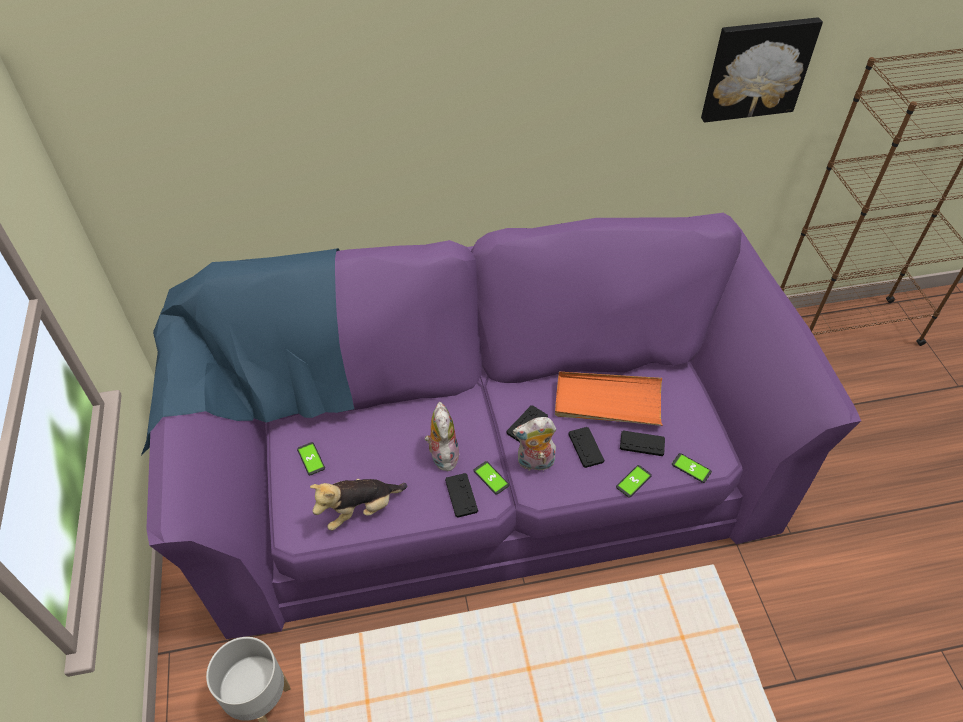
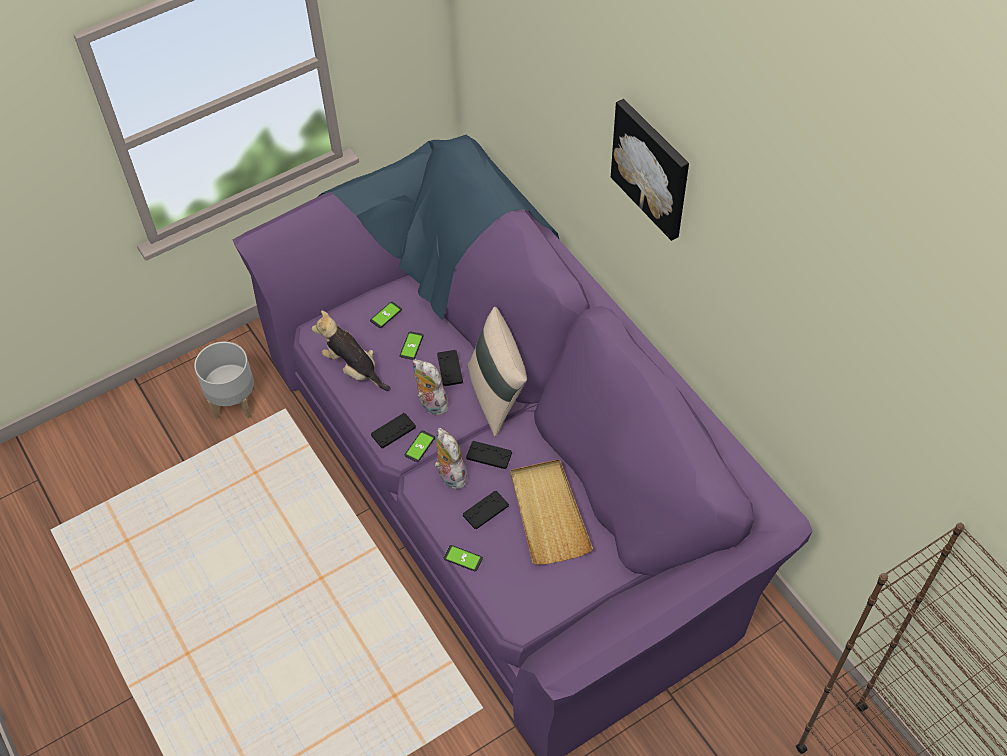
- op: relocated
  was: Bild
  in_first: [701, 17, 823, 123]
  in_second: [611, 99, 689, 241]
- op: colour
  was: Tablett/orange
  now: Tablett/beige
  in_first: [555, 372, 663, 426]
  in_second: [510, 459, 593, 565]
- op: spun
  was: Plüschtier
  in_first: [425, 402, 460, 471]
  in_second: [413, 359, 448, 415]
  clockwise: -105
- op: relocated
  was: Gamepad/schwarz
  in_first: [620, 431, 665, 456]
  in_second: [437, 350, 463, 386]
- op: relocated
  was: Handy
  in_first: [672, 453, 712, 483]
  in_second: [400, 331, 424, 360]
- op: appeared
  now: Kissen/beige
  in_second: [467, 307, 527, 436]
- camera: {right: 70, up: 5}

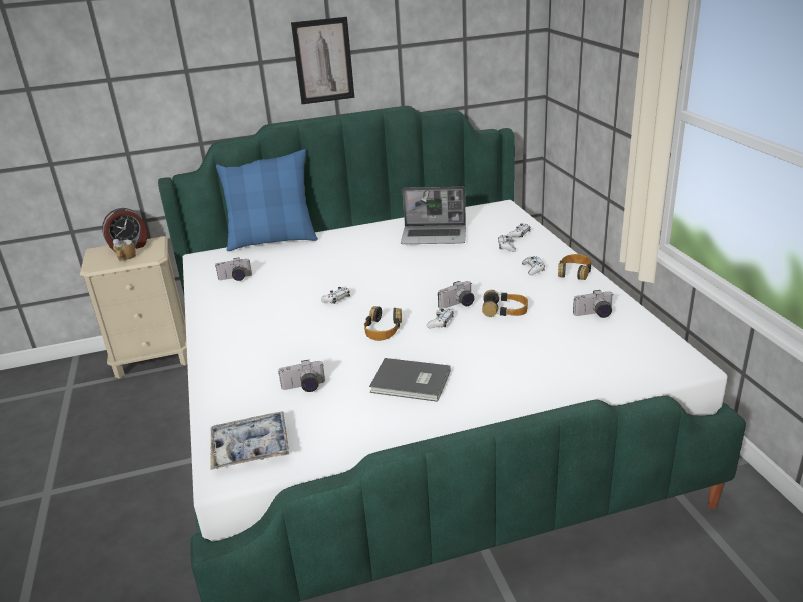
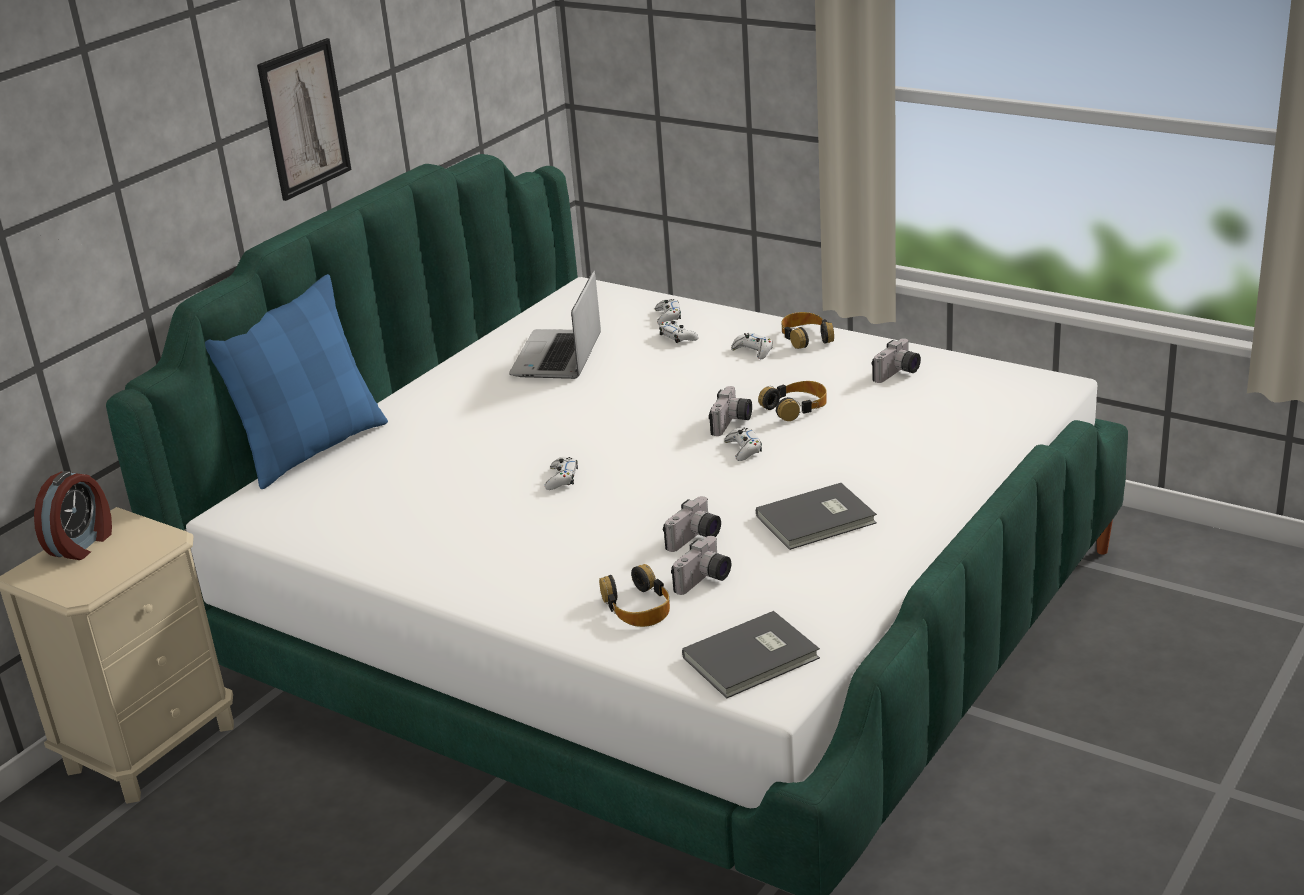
- op: spun
  was: Laptop
  in_first: [401, 186, 466, 244]
  in_second: [509, 270, 601, 379]
  clockwise: 135
- op: missing
  was: Henkelbecher
  in_first: [113, 239, 136, 262]
- op: relocated
  was: Kamera
  in_first: [215, 258, 252, 281]
  in_second: [663, 496, 721, 552]
- op: relocated
  was: Kopfhörer
  in_first: [364, 306, 402, 341]
  in_second: [599, 564, 670, 627]
- op: exchanged
  was: Tablett
  now: Buch/grau
  in_first: [211, 412, 290, 470]
  in_second: [682, 611, 820, 698]
- camera: {right: -40, up: 0}

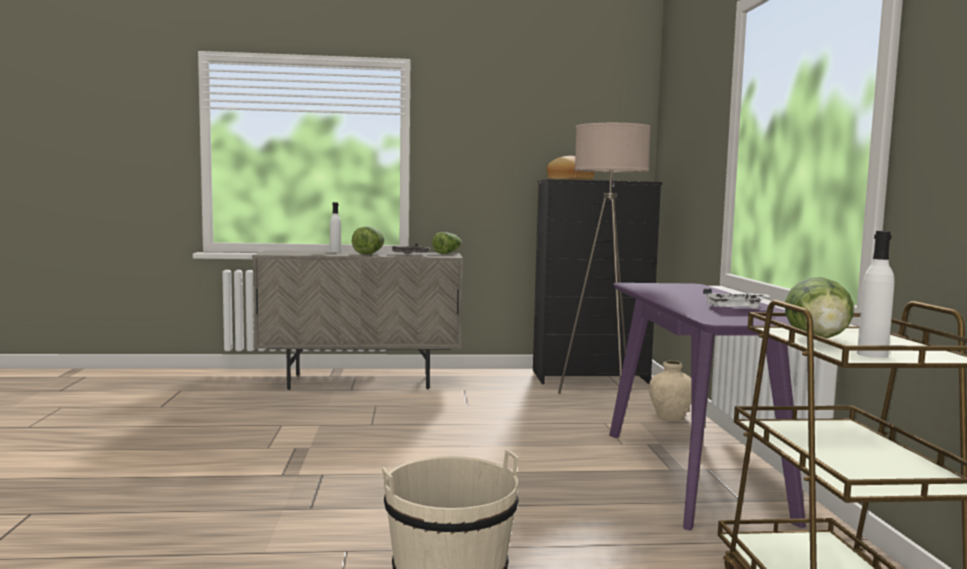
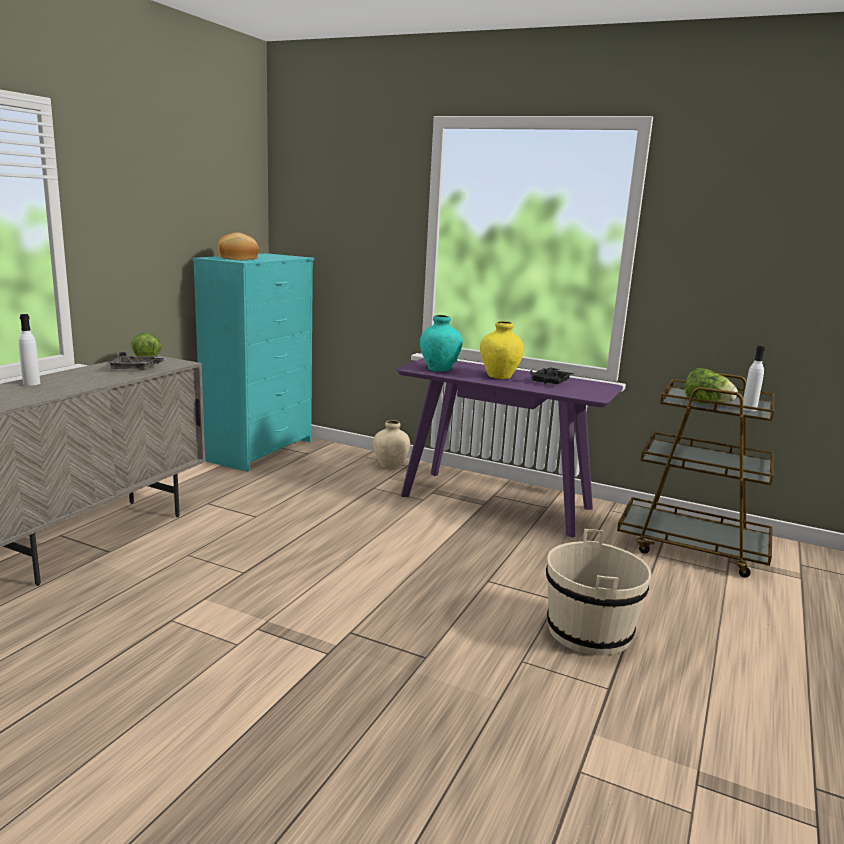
- op: missing
  was: Stehlampe/beige
  in_first: [558, 123, 651, 394]
- op: colour
  was: Kommode/schwarz
  now: Kommode/türkis
  in_first: [533, 179, 662, 384]
  in_second: [193, 253, 314, 472]
- op: missing
  was: Salatkopf
  in_first: [352, 226, 385, 254]
- op: colour
  was: Tablett/weiß
  now: Tablett/schwarz
  in_first: [703, 288, 771, 309]
  in_second: [529, 367, 574, 384]
- op: appeared
  now: Vase/türkis
  in_second: [420, 315, 463, 372]
- op: appeared
  now: Vase/gelb
  in_second: [480, 321, 524, 379]
- camera: {right: -60, up: 10}

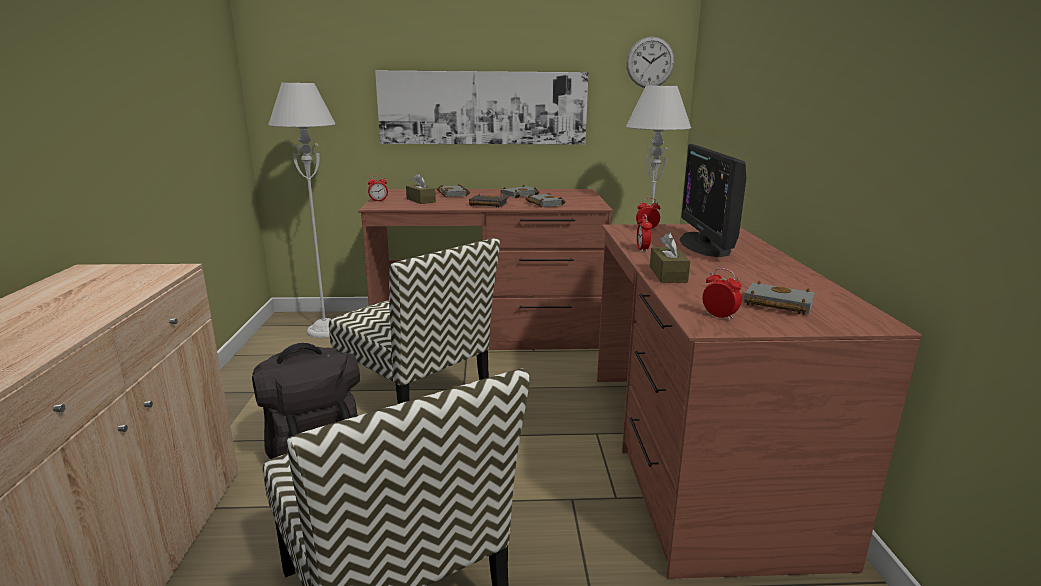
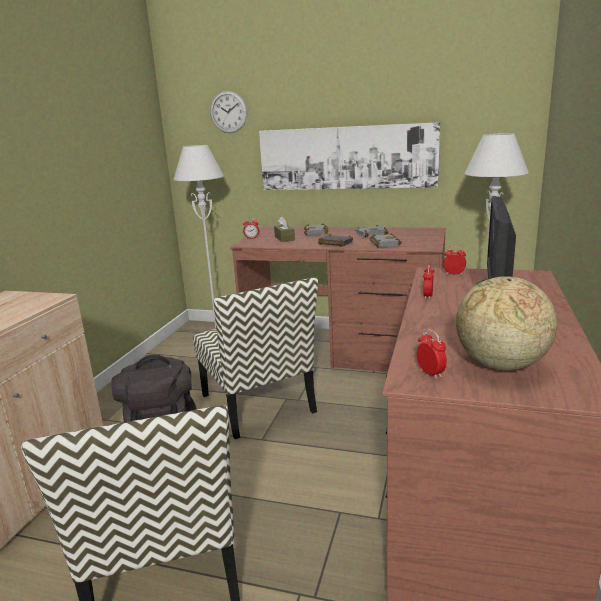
- op: relocated
  was: Wanduhr
  in_first: [626, 36, 674, 88]
  in_second: [210, 91, 247, 133]
- op: missing
  was: Taschentuchbox/braun
  in_first: [650, 232, 690, 282]
- op: exchanged
  was: Buch/grau
  now: Globus
  in_first: [744, 281, 815, 315]
  in_second: [456, 276, 557, 371]
- camera: {right: 20, up: 0}

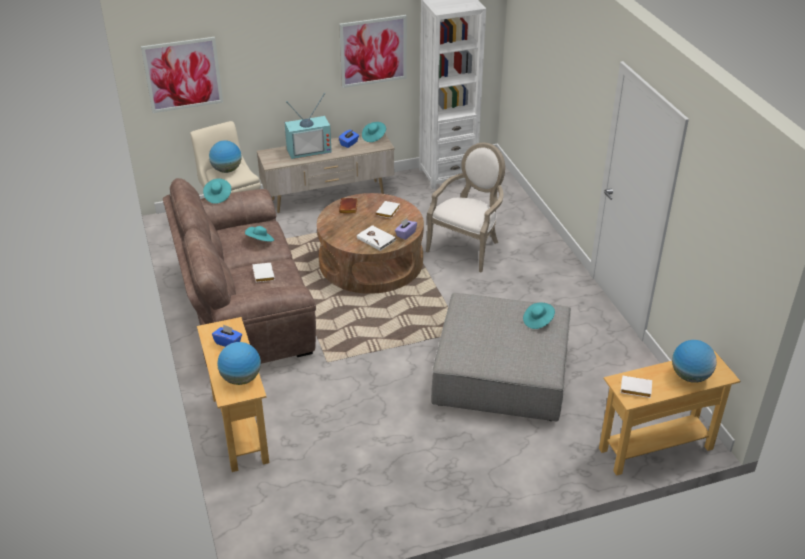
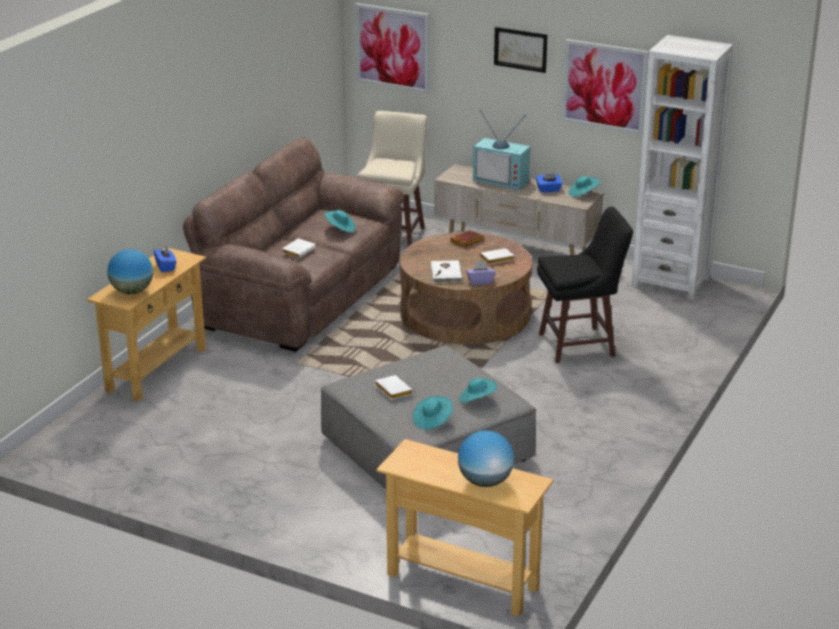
- op: missing
  was: Globus
  in_first: [209, 140, 242, 173]
- op: exchanged
  was: Sessel
  now: Hocker/schwarz
  in_first: [426, 143, 505, 273]
  in_second: [537, 207, 633, 363]
- op: relocated
  was: Hut/türkis
  in_first: [203, 178, 231, 204]
  in_second: [413, 396, 453, 430]
- op: relocated
  was: Buch/weiß
  in_first: [621, 376, 652, 398]
  in_second: [375, 375, 413, 400]
- op: appeared
  now: Bild
  in_second: [494, 27, 547, 73]
- camera: {right: 45, up: -10}

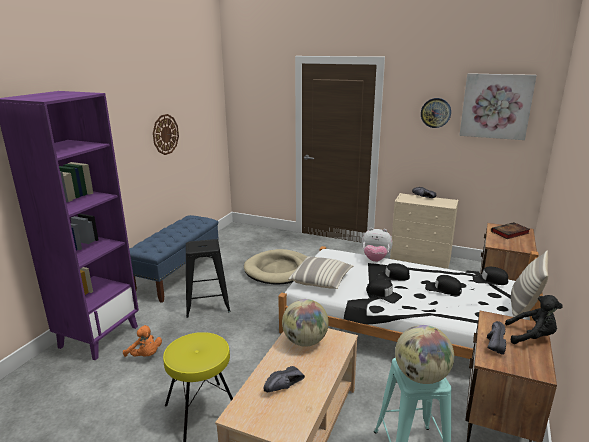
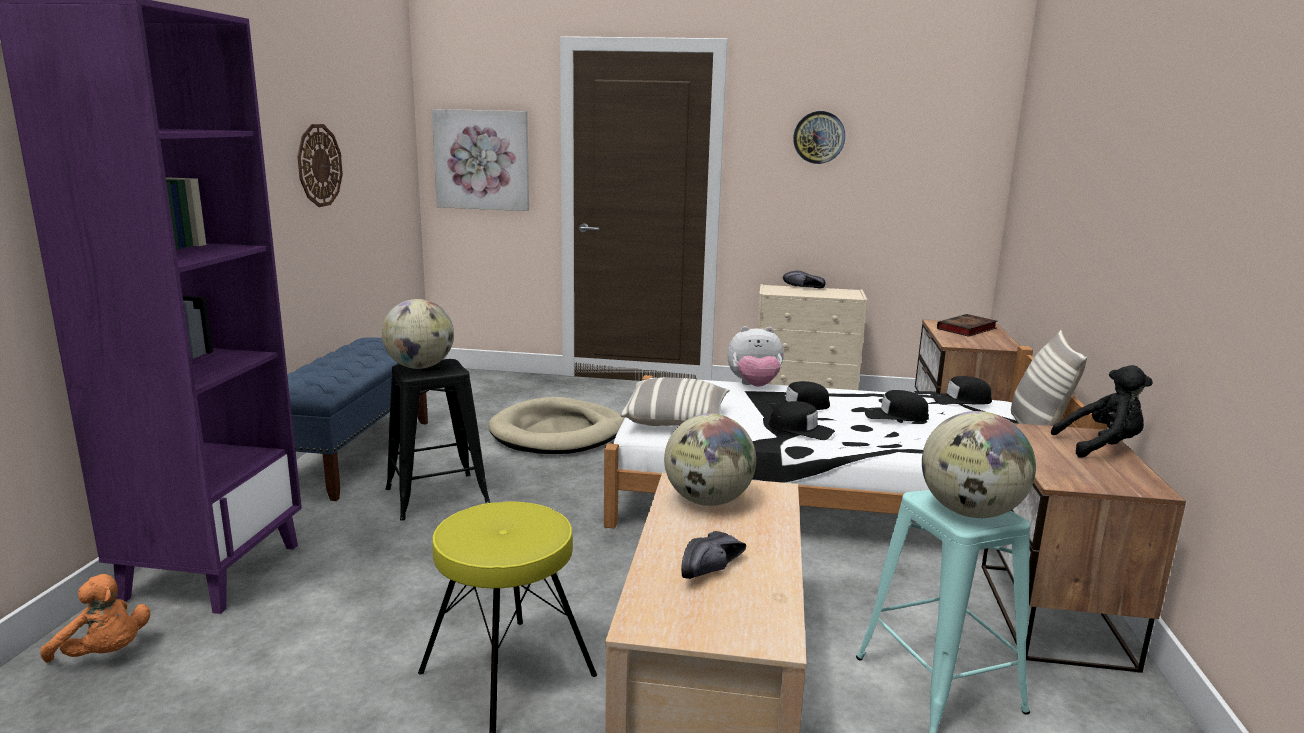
- op: relocated
  was: Bild
  in_first: [459, 73, 537, 140]
  in_second: [432, 109, 529, 211]
- op: missing
  was: Schuh/schwarz
  in_first: [487, 321, 506, 355]
- op: relocated
  was: Plüschtier/orange
  in_first: [123, 325, 162, 357]
  in_second: [40, 574, 150, 663]
- op: appeared
  now: Globus
  in_second: [382, 299, 454, 369]
- camera: {right: -15, up: -5}

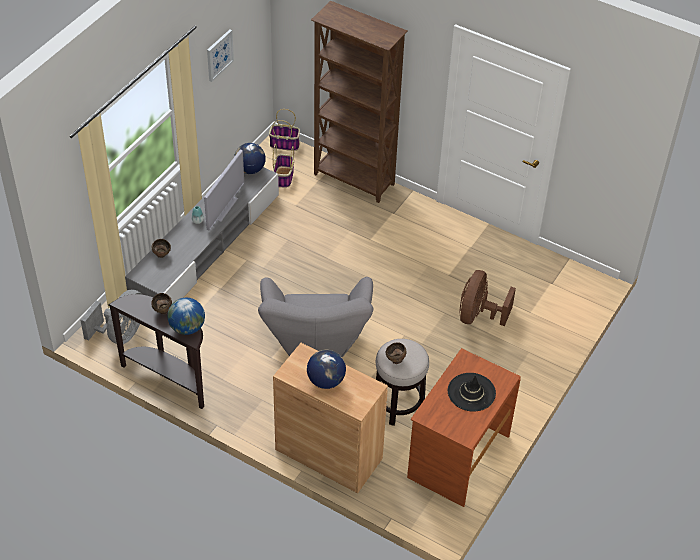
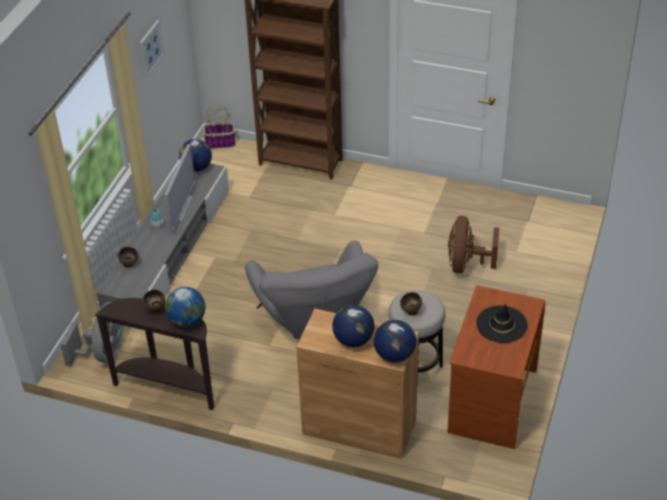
- op: missing
  was: Korb
  in_first: [273, 144, 294, 188]
- op: appeared
  now: Globus
  in_second: [374, 320, 416, 363]
- camera: {right: -10, up: -5}

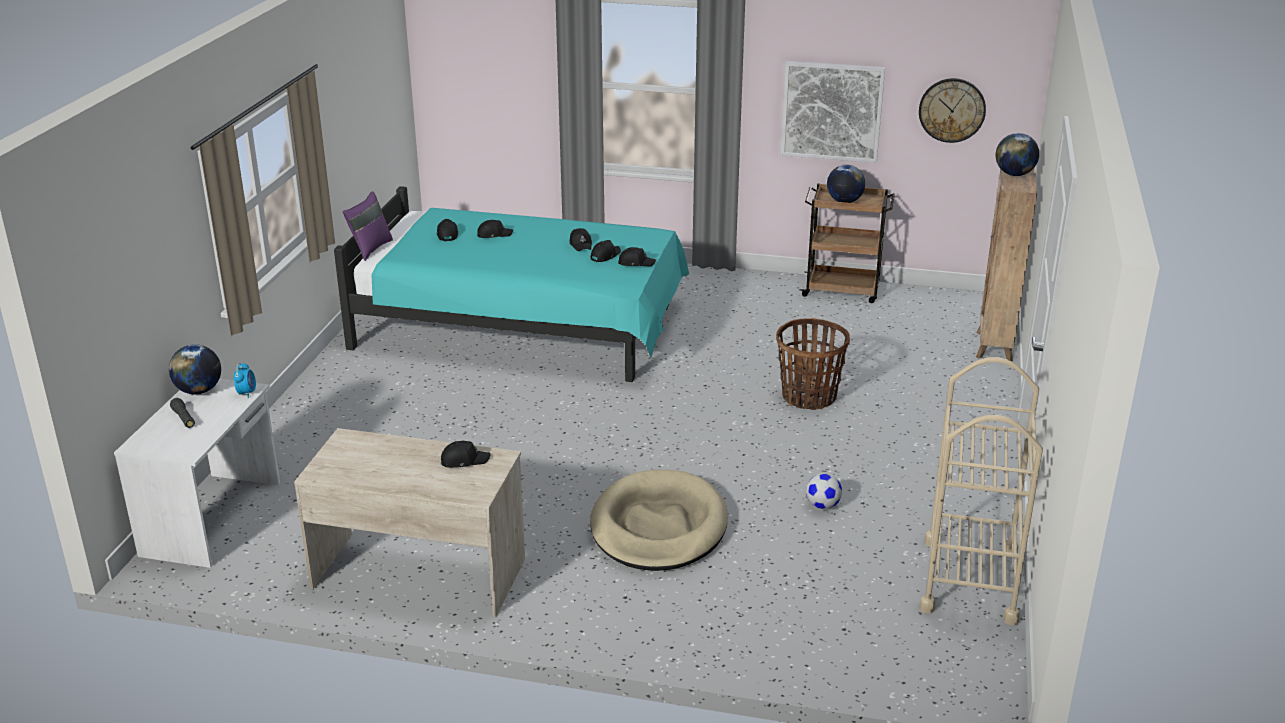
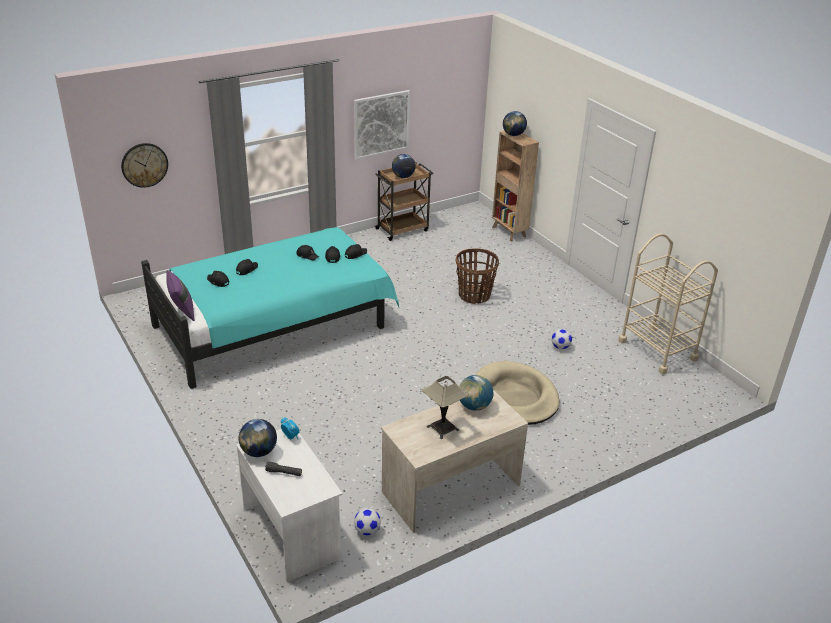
- op: relocated
  was: Wanduhr
  in_first: [919, 78, 986, 143]
  in_second: [121, 143, 168, 188]
- op: exchanged
  was: Kappe/schwarz
  now: Globus
  in_first: [441, 441, 491, 468]
  in_second: [459, 375, 493, 411]
- op: appeared
  now: Tischlampe
  in_second: [422, 376, 468, 439]
- op: appeared
  now: Fußball
  in_second: [354, 508, 381, 535]
- camera: {right: -45, up: 5}

